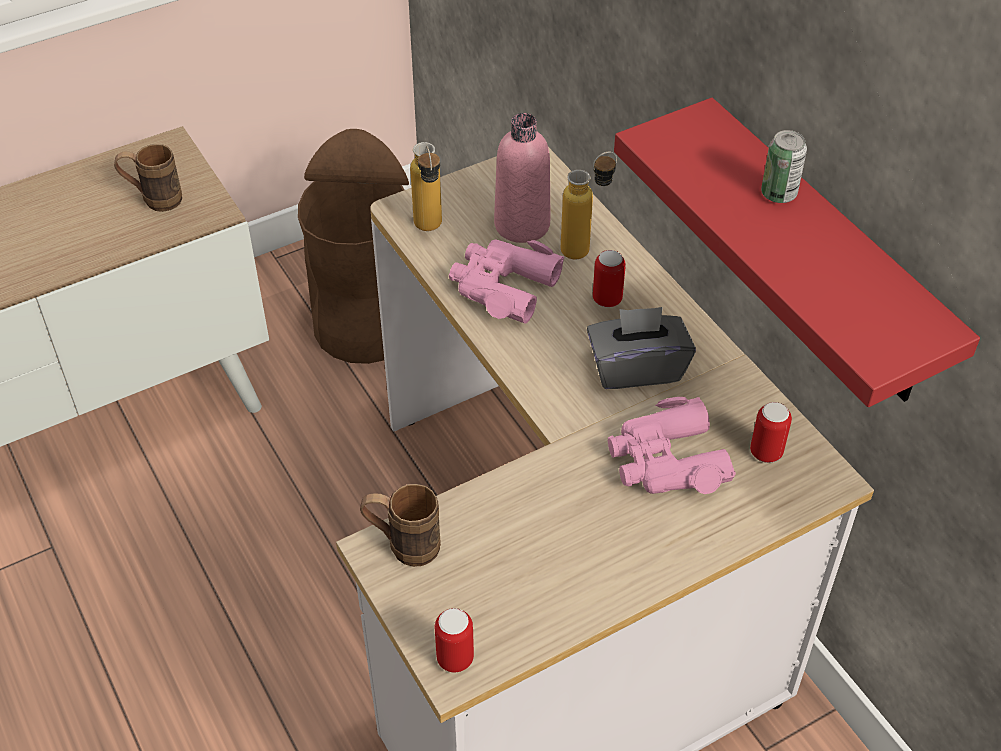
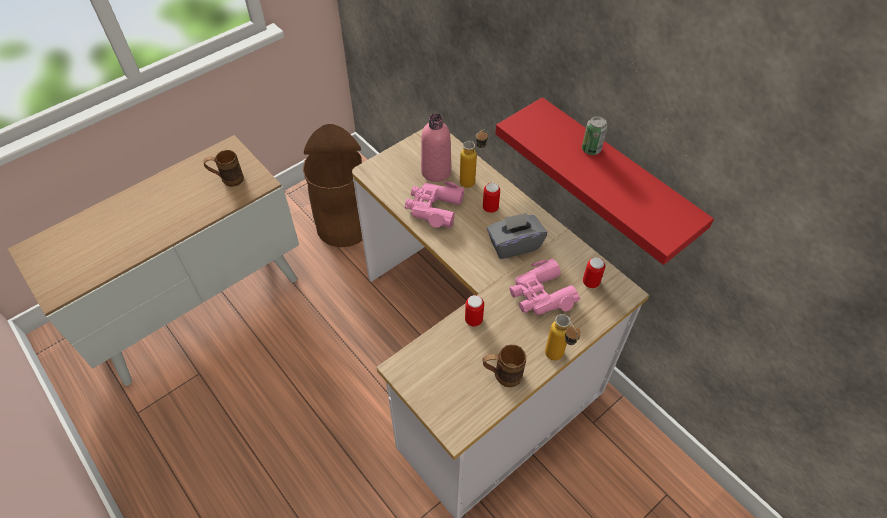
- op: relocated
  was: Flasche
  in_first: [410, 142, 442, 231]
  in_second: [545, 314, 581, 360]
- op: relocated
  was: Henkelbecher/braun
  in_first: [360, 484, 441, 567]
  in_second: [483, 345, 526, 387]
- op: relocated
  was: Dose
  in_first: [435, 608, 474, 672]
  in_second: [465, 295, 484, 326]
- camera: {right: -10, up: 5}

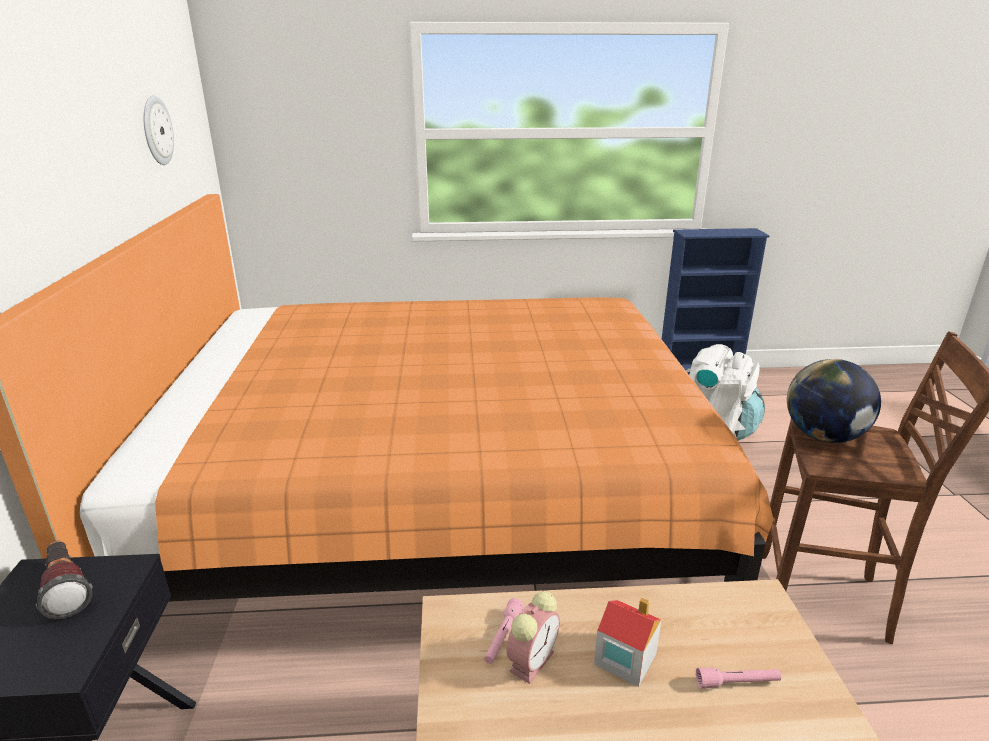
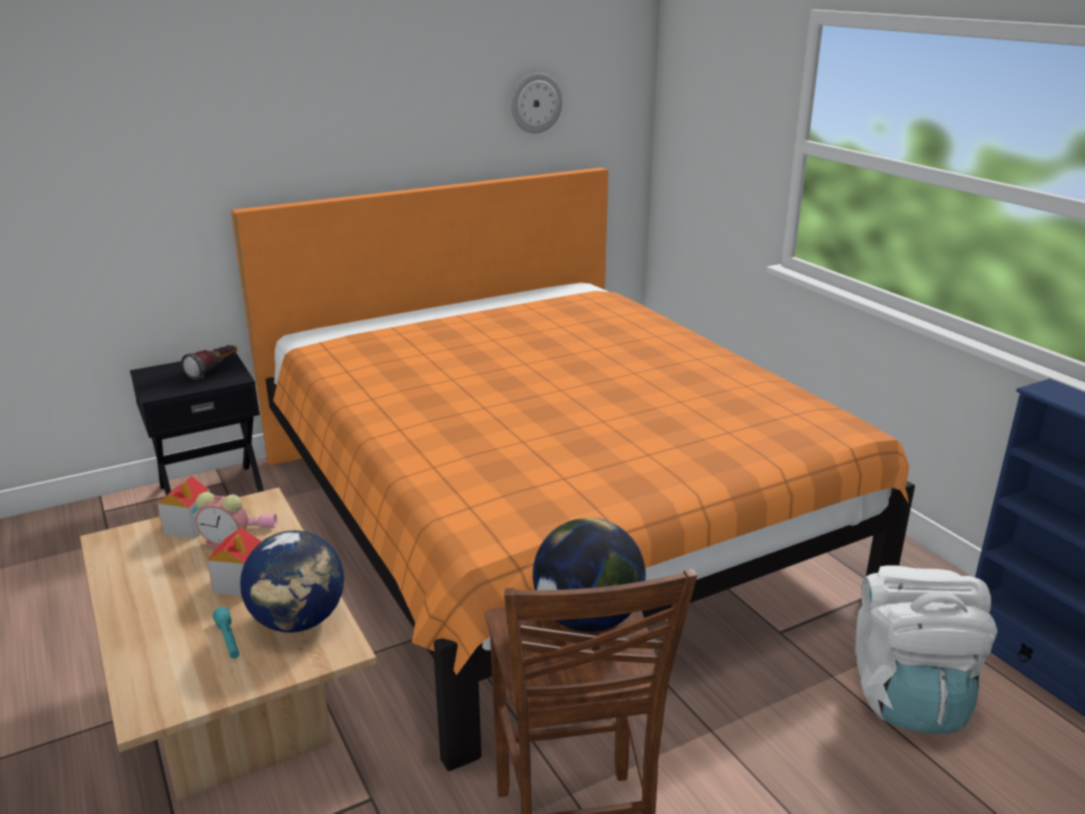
- op: colour
  was: Taschenlampe/rosa
  now: Taschenlampe/türkis
  in_first: [696, 667, 781, 689]
  in_second: [213, 607, 240, 659]
- op: appeared
  now: Spielzeughaus
  in_second: [157, 476, 210, 539]
- op: appeared
  now: Globus
  in_second: [240, 530, 344, 633]
- camera: {right: 65, up: 0}

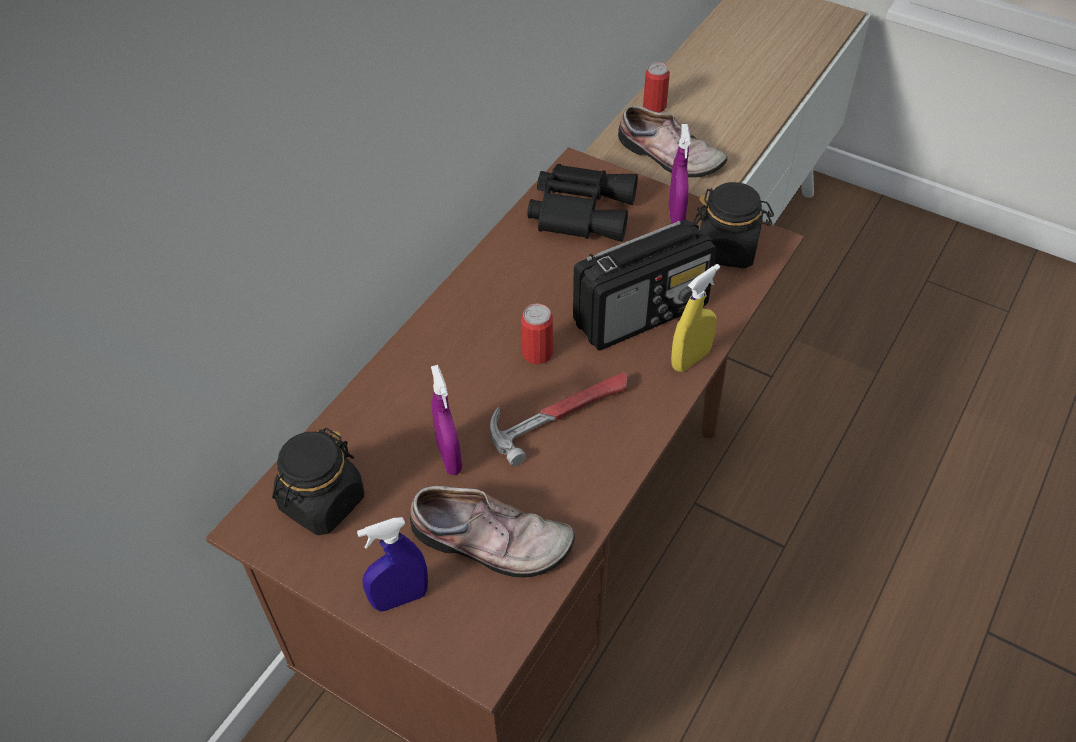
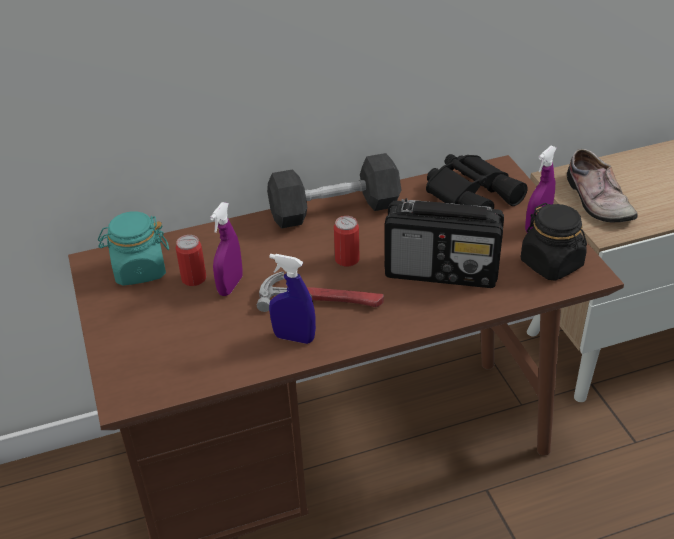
- op: relocated
  was: Dose
  in_first: [643, 62, 670, 113]
  in_second: [176, 235, 206, 286]
- op: missing
  was: Sprühflasche/gelb
  in_first: [671, 264, 720, 372]
- op: colour
  was: Vorratsglas/schwarz
  now: Vorratsglas/türkis
  in_first: [272, 428, 364, 535]
  in_second: [98, 211, 169, 286]
- op: missing
  was: Schuh
  in_first: [410, 486, 575, 578]
- op: relocated
  was: Sprühflasche/blau
  in_first: [357, 517, 428, 612]
  in_second: [269, 254, 316, 344]
- op: appeared
  now: Hantel/schwarz
  in_second: [267, 153, 401, 228]
- camera: {right: 40, up: -10}

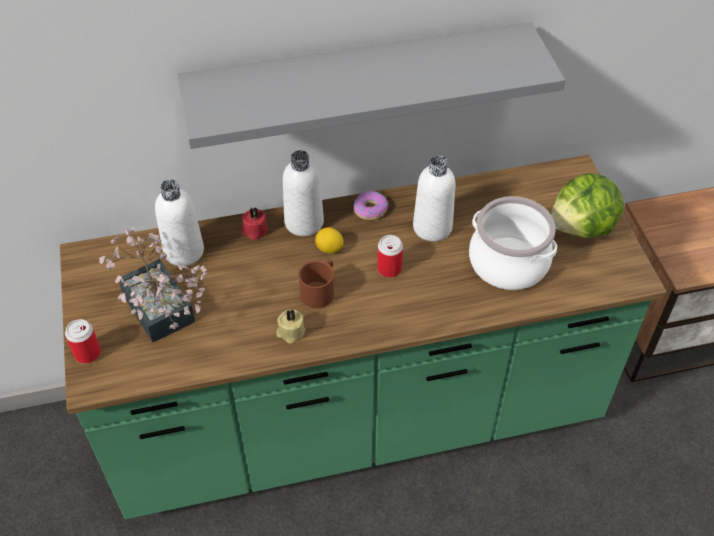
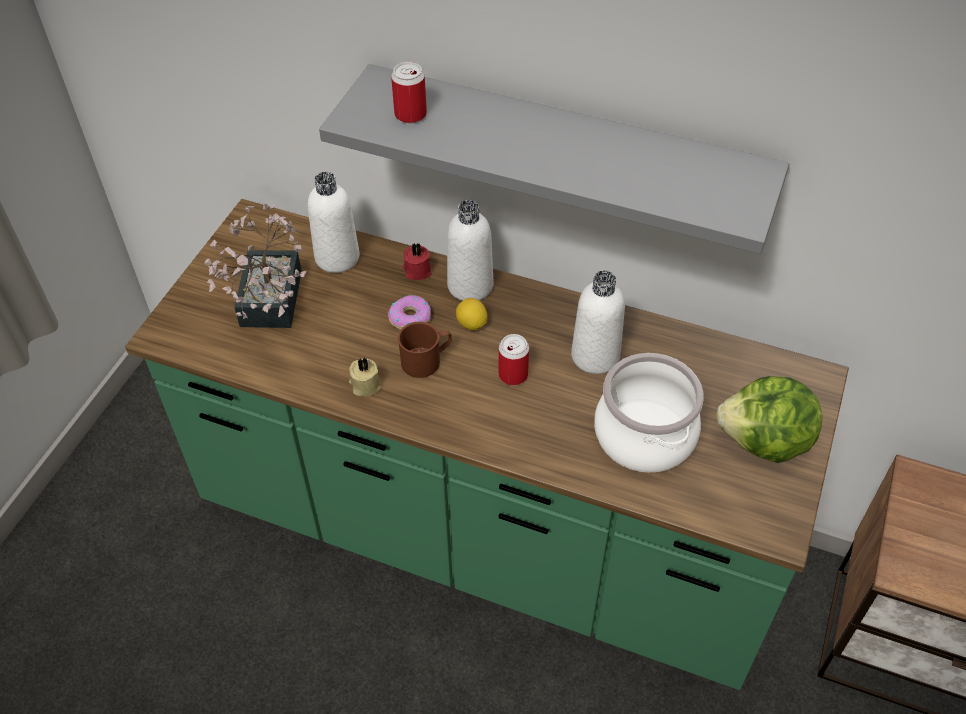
- op: relocated
  was: Donut
  in_first: [354, 190, 388, 220]
  in_second: [388, 295, 431, 330]
- op: relocated
  was: Dose
  in_first: [65, 319, 101, 364]
  in_second: [391, 62, 427, 123]
- camera: {right: 35, up: 0}

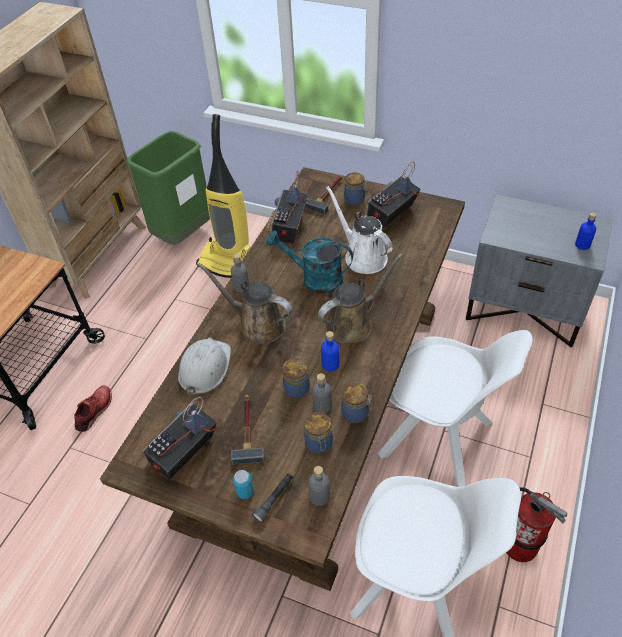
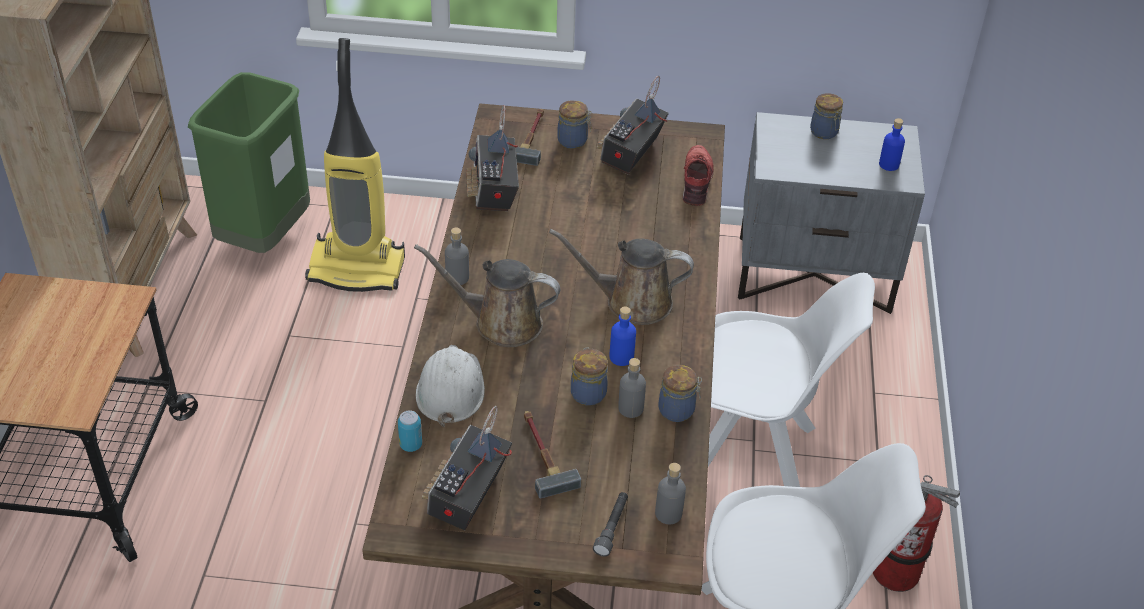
- op: missing
  was: Gießkanne/weiß
  in_first: [326, 186, 393, 274]
- op: missing
  was: Gießkanne/türkis
  in_first: [266, 230, 353, 294]
- op: spun
  was: Gießkanne/braun
  in_first: [318, 254, 403, 343]
  in_second: [549, 229, 694, 325]
  clockwise: -120
- op: relocated
  was: Schuh/rot
  in_first: [74, 385, 112, 432]
  in_second: [683, 145, 714, 206]
- op: relocated
  was: Vorratsglas
  in_first: [304, 412, 333, 454]
  in_second: [810, 93, 843, 139]
- op: relocated
  was: Dose
  in_first: [233, 470, 254, 499]
  in_second: [398, 410, 422, 452]
- camera: {right: -20, up: -5}

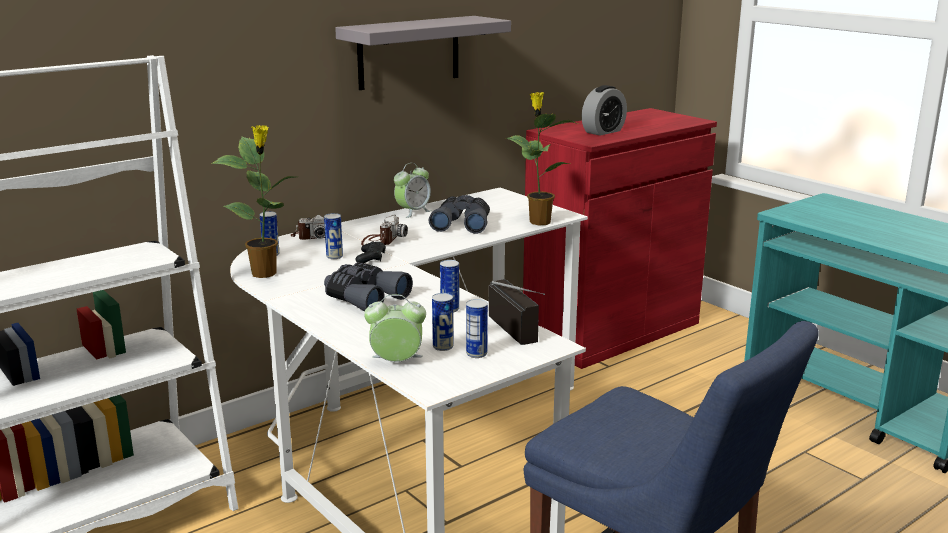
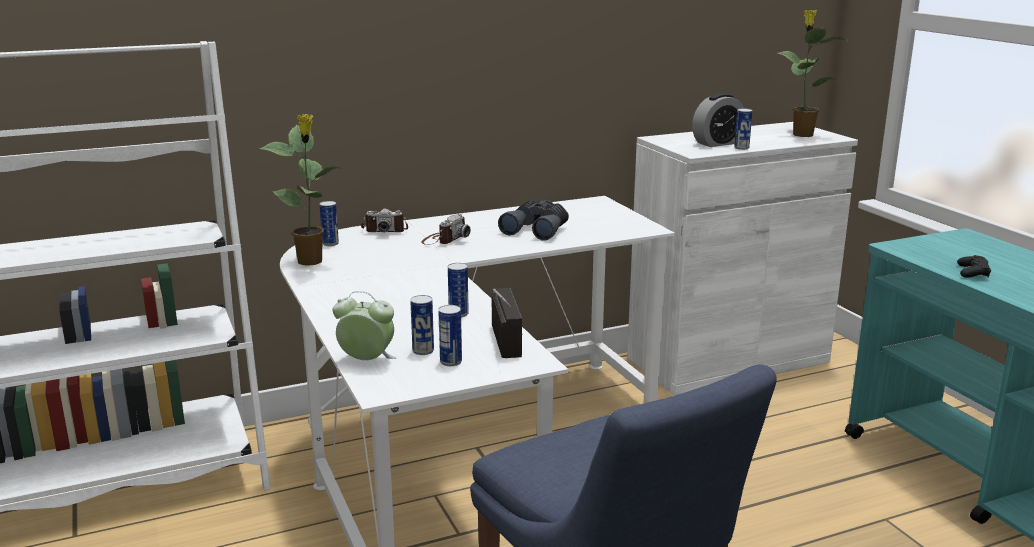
- op: missing
  was: Wandregal/grau
  in_first: [335, 16, 511, 90]
- op: relocated
  was: Topfpflanze
  in_first: [506, 92, 579, 226]
  in_second: [778, 10, 849, 137]
- op: colour
  was: Schrank/rot
  now: Schrank/weiß
  in_first: [523, 108, 717, 369]
  in_second: [627, 122, 858, 396]
- op: missing
  was: Wecker
  in_first: [394, 163, 432, 218]
- op: relocated
  was: Dose
  in_first: [324, 213, 343, 259]
  in_second: [734, 109, 753, 150]
- op: relocated
  was: Gamepad/schwarz
  in_first: [355, 241, 386, 263]
  in_second: [957, 255, 991, 278]
- op: missing
  was: Fernglas/grau
  in_first: [324, 262, 413, 312]
- camera: {right: 15, up: 0}

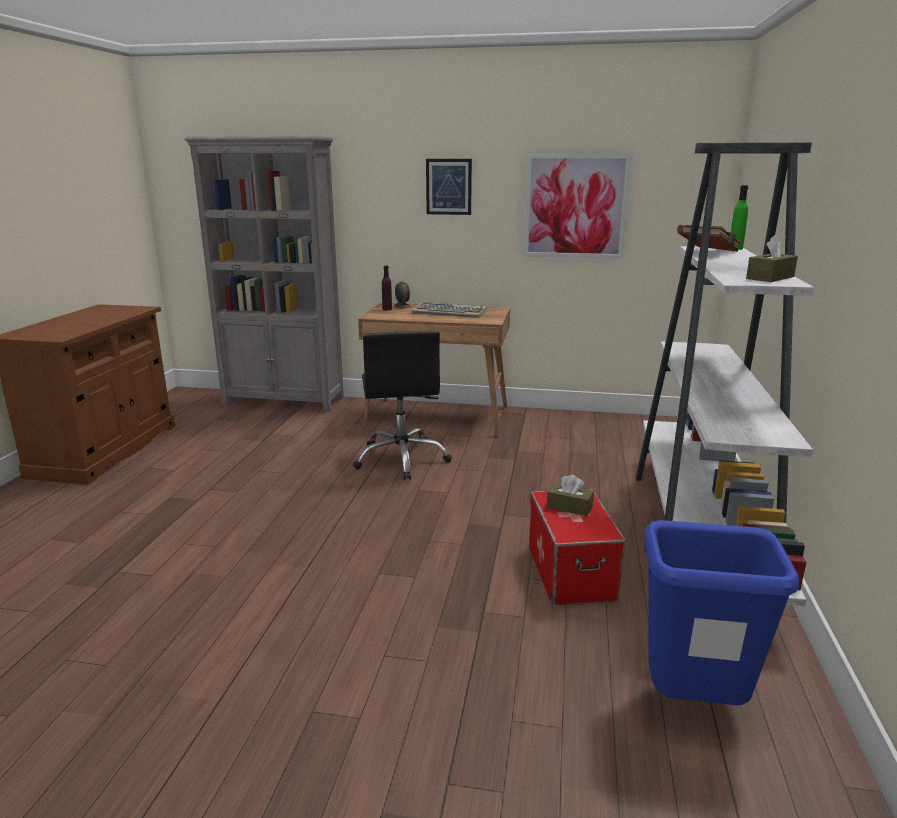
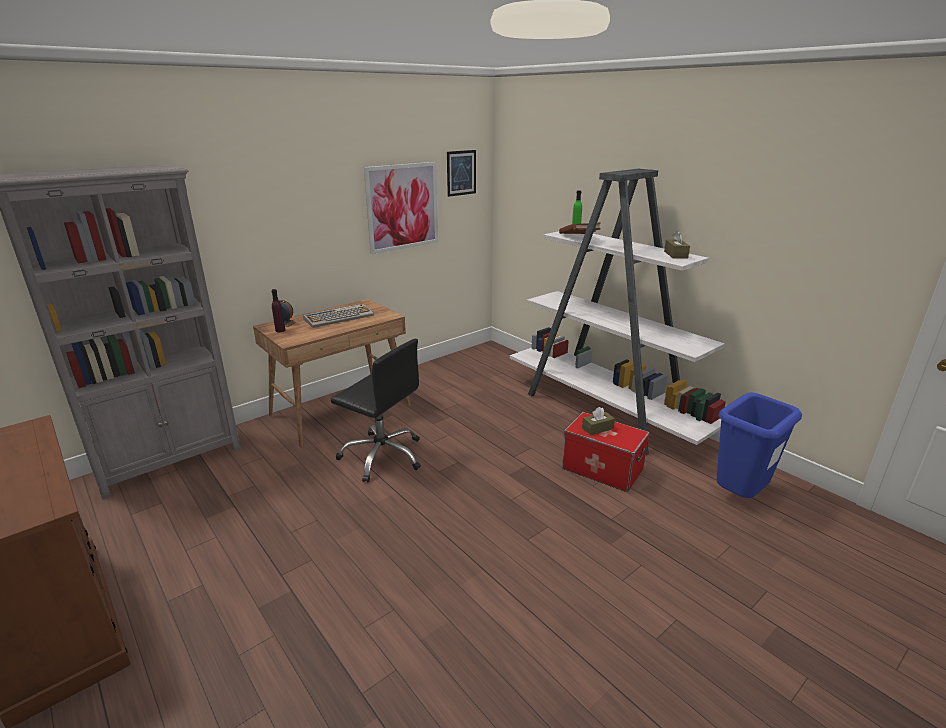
- op: relocated
  was: Bild
  in_first: [426, 159, 472, 215]
  in_second: [447, 150, 476, 197]
- camera: {right: -50, up: 5}

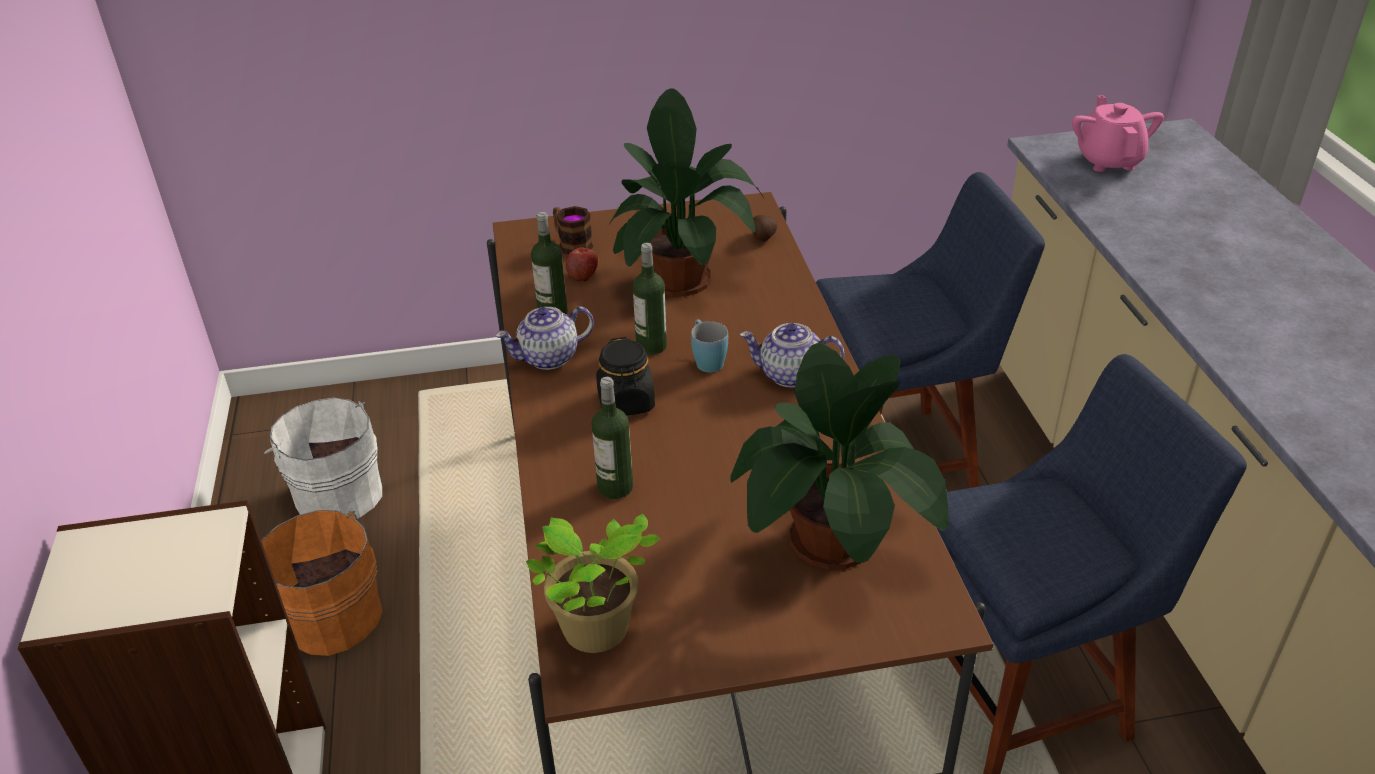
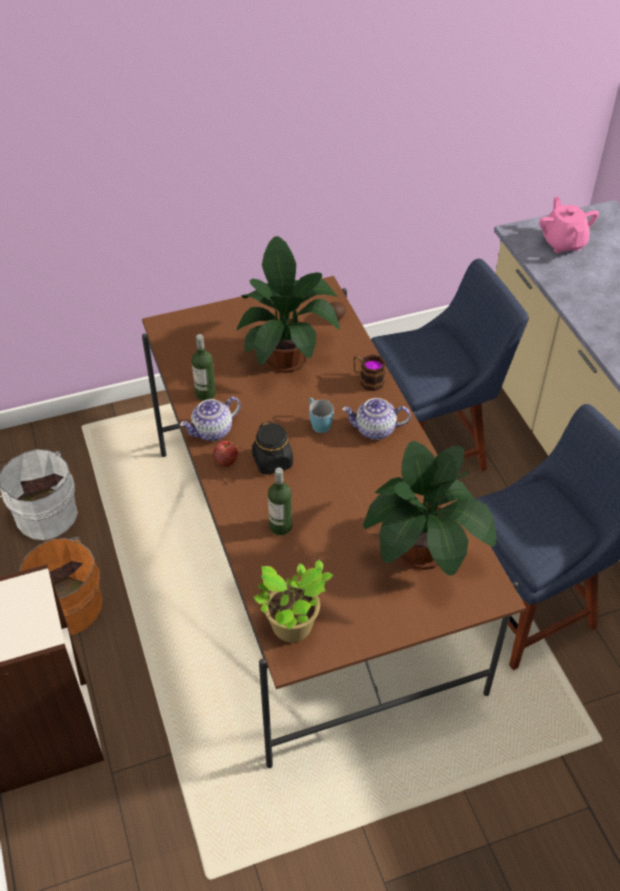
- op: relocated
  was: Henkelbecher
  in_first: [553, 206, 593, 255]
  in_second: [353, 354, 386, 391]
- op: missing
  was: Flasche
  in_first: [633, 243, 667, 355]
- op: relocated
  was: Apfel
  in_first: [566, 248, 598, 282]
  in_second: [213, 441, 238, 467]
- camera: {right: -10, up: 10}

